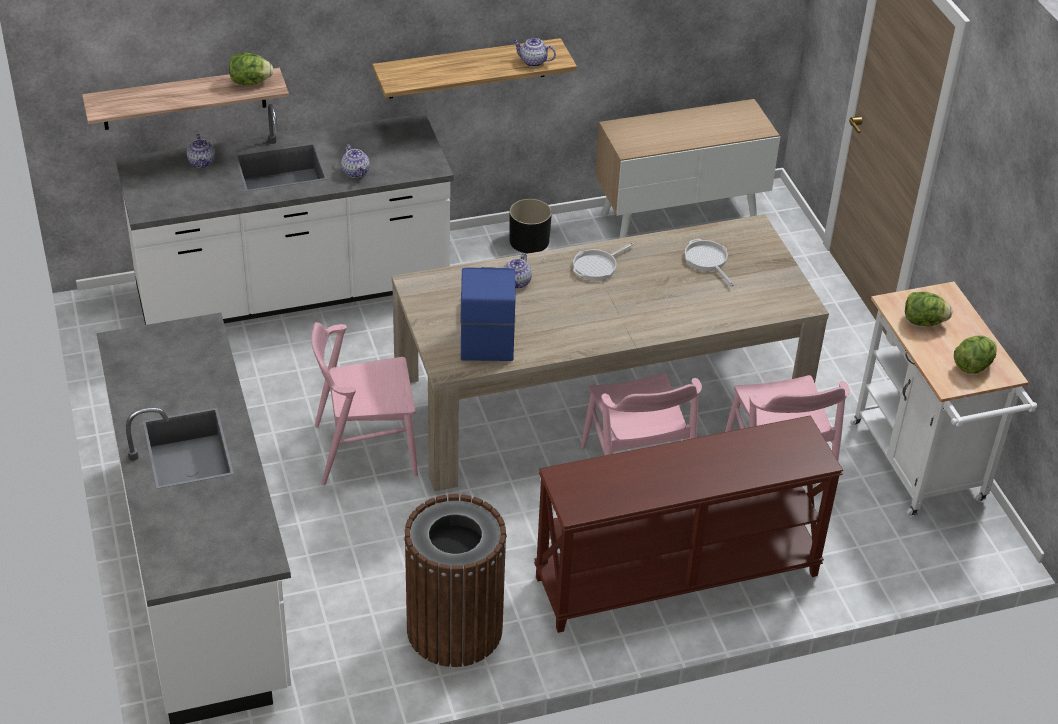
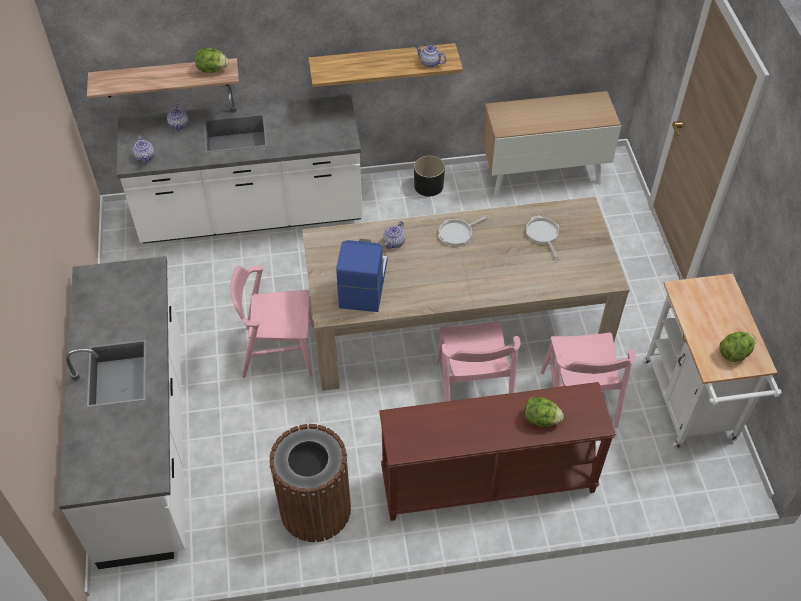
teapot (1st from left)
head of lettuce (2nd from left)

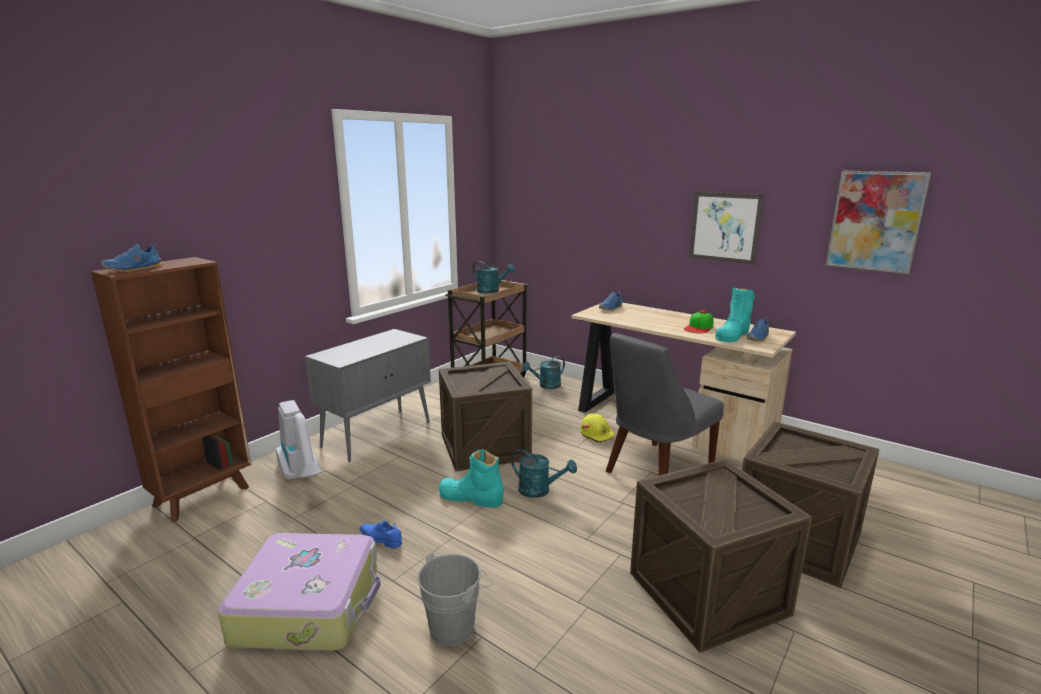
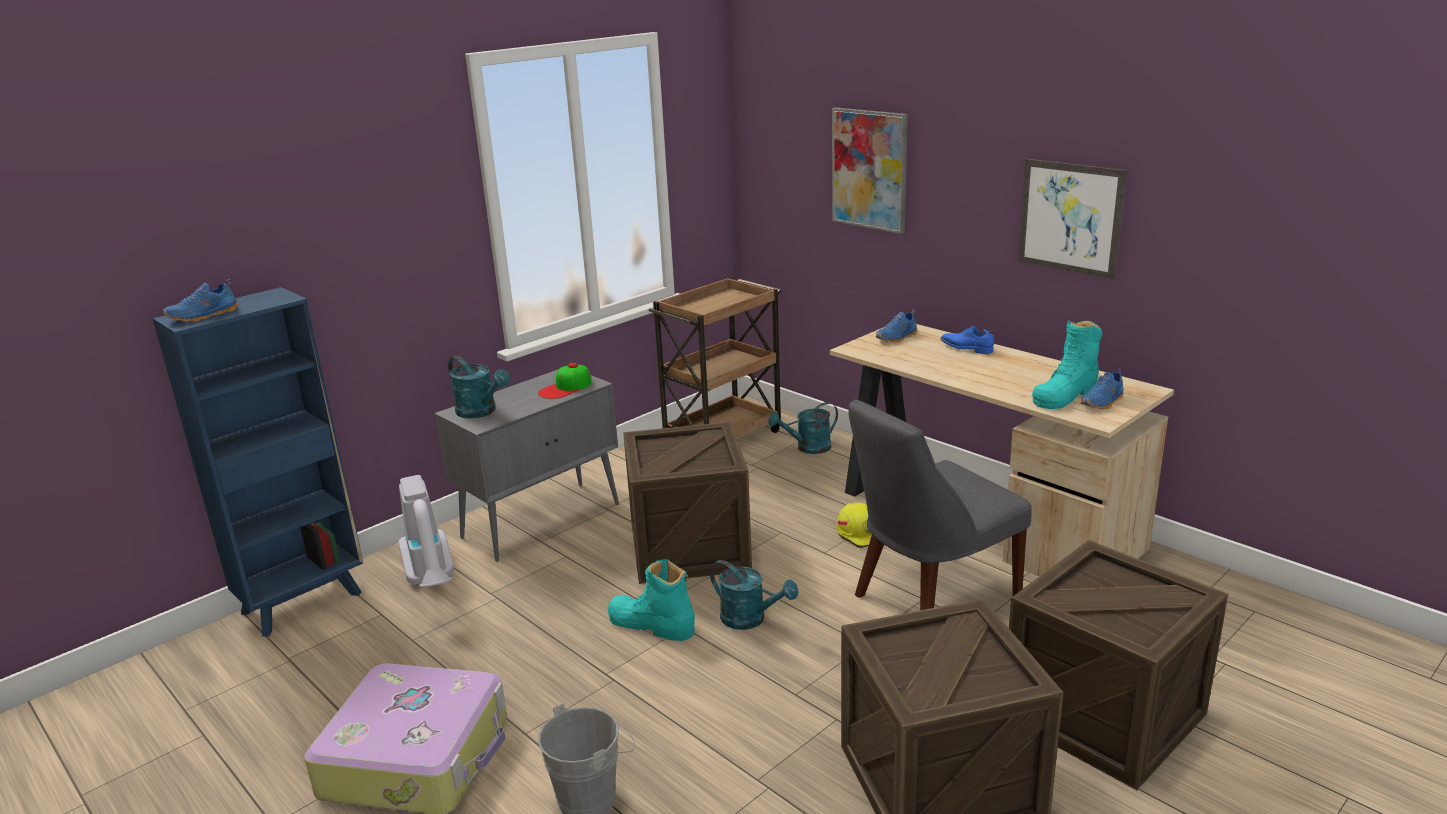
bluish shoe (3rd from left)
blue-green watering pot (1st from left)
baseball cap
wall art (1st from left)
bluish bookshelf

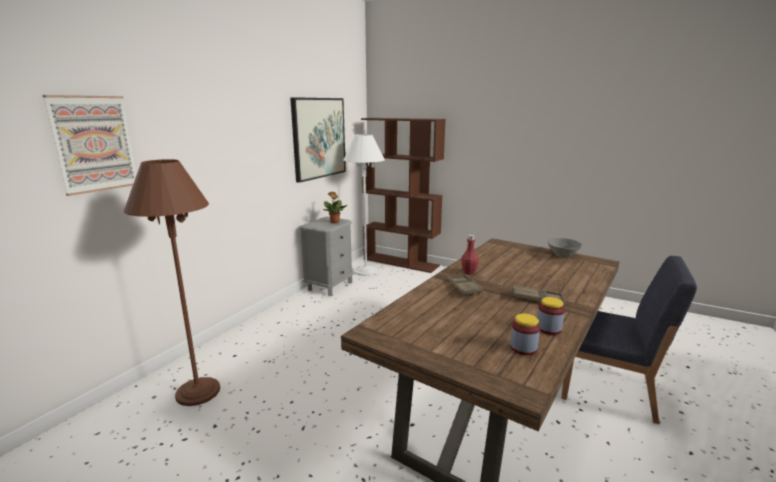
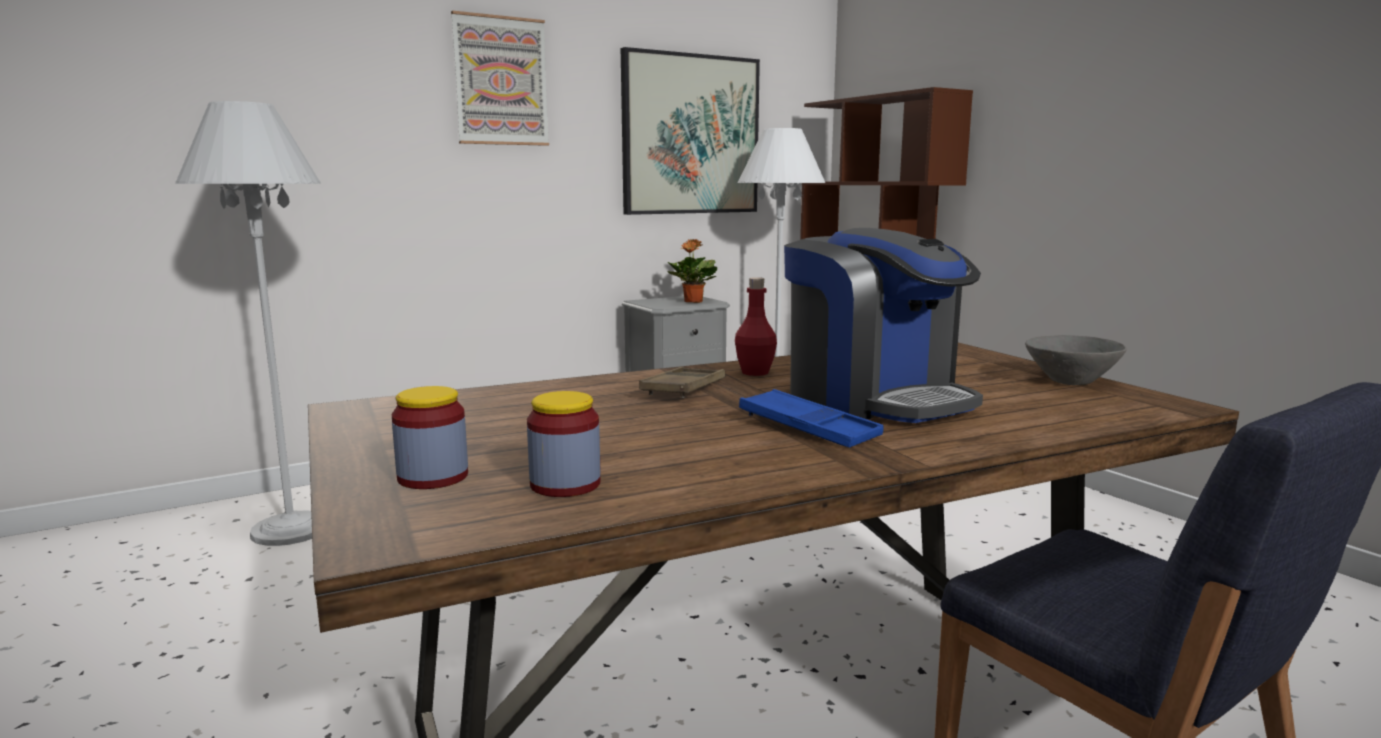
coffee machine
wall art (1st from left)
jar (1st from left)
white-coloured standing lamp (1st from left)
bluish tray

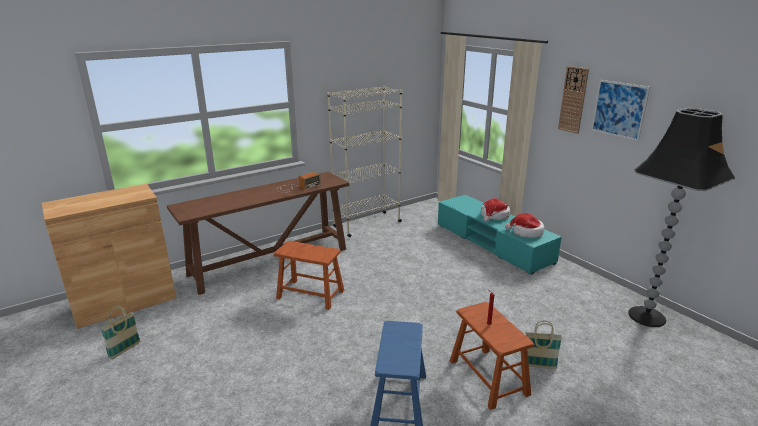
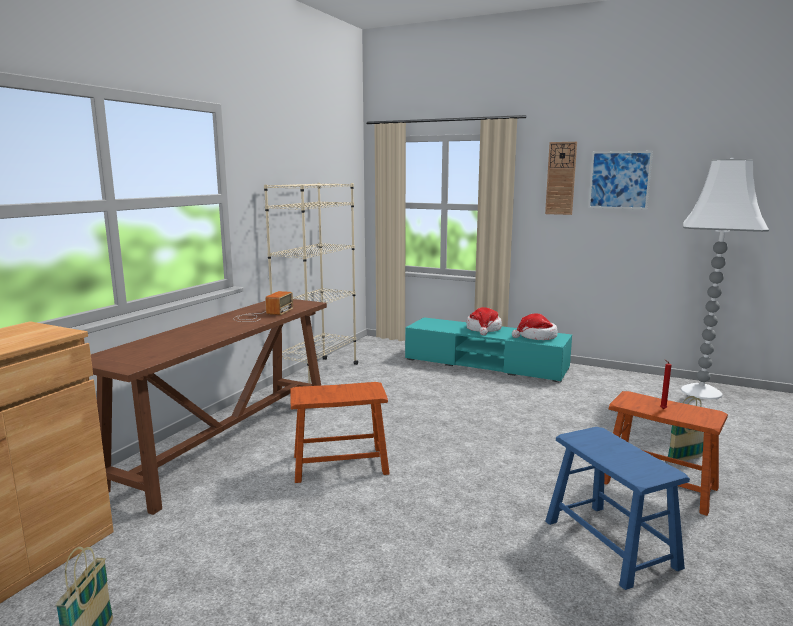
white-coloured standing lamp

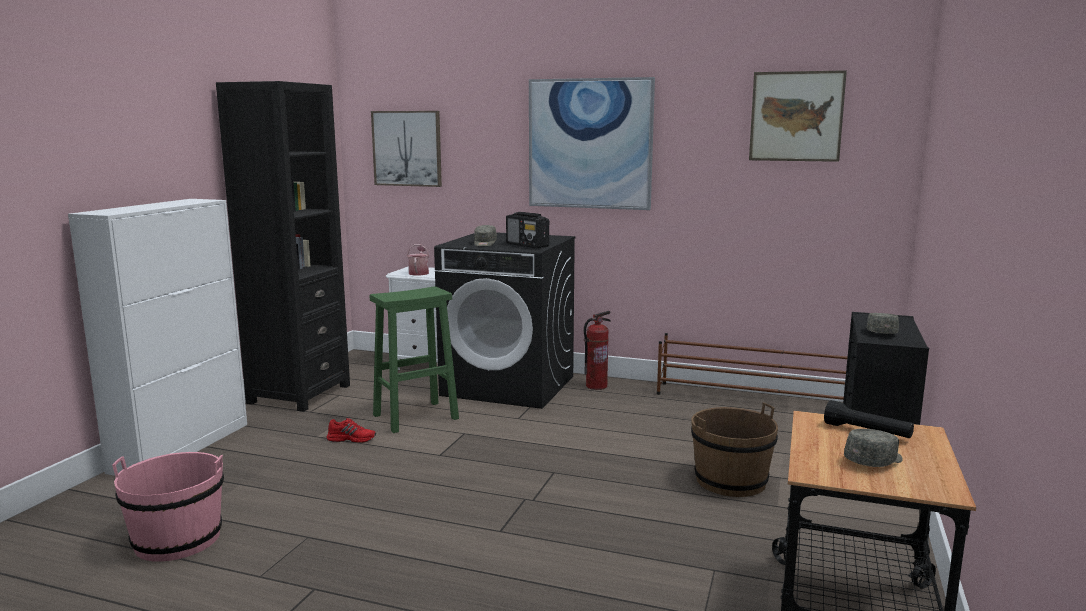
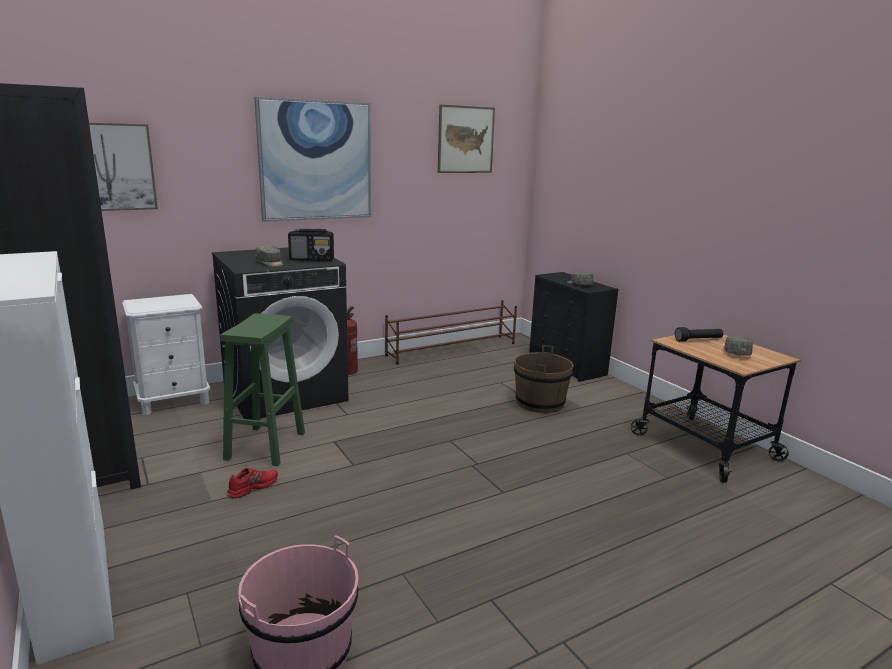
watering pot

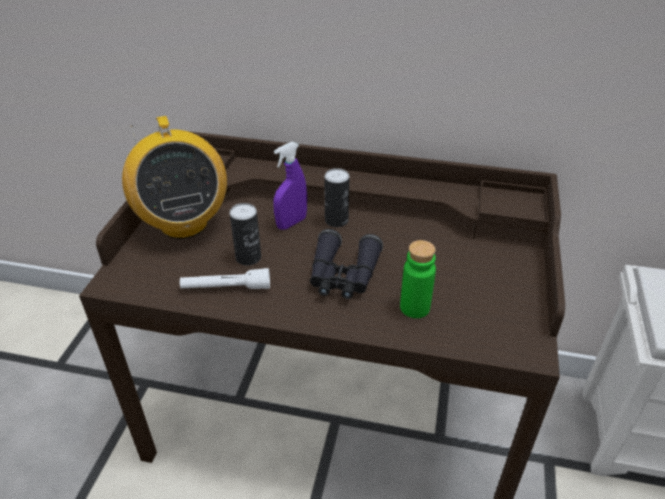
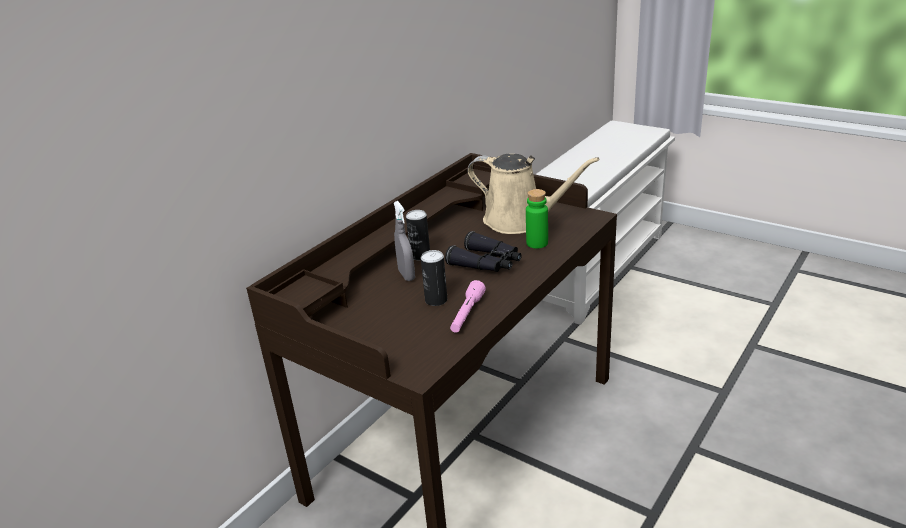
radio set
beige watering pot
pink-coloured hand torch
gray spray bottle

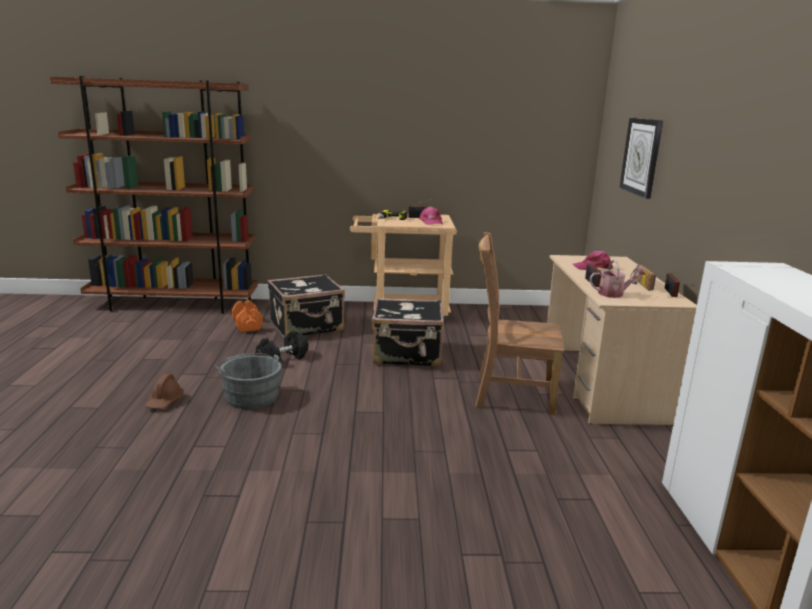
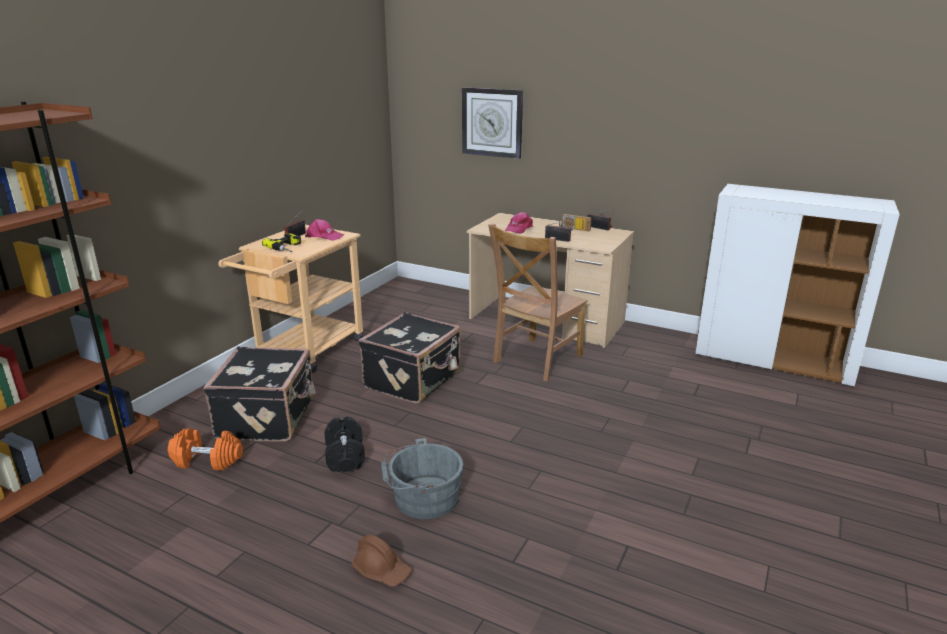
watering pot

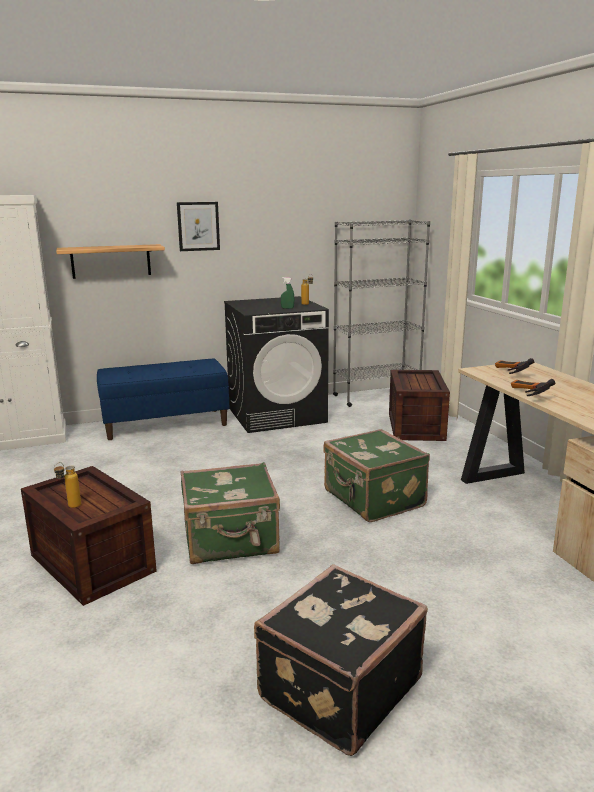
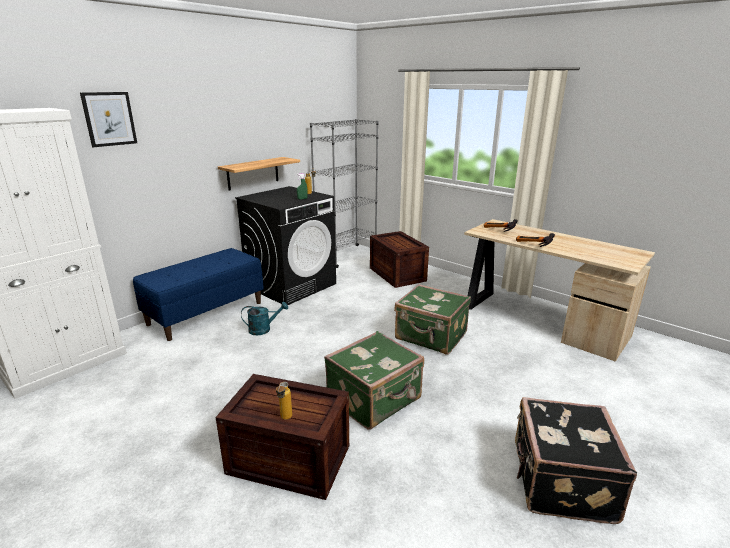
blue-green watering pot
shelf
wall art

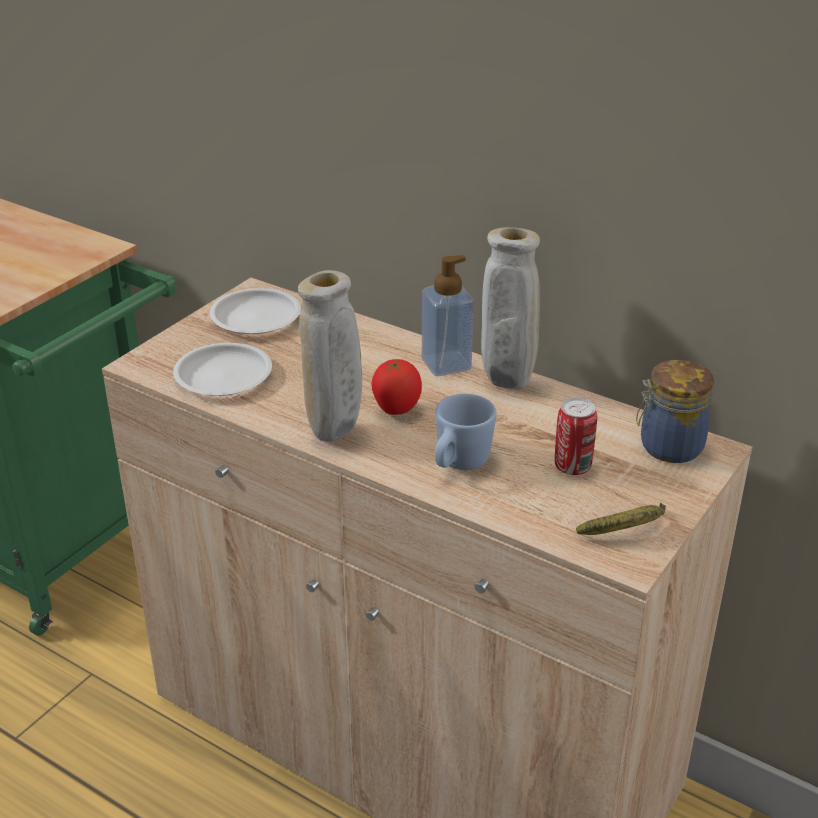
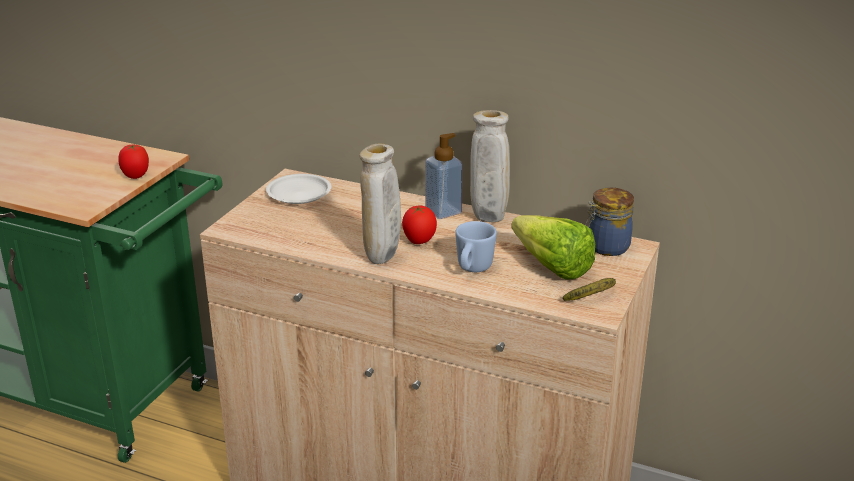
white-coloured plate (1st from left in the first image)
fresh tomato (1st from left)
head of lettuce

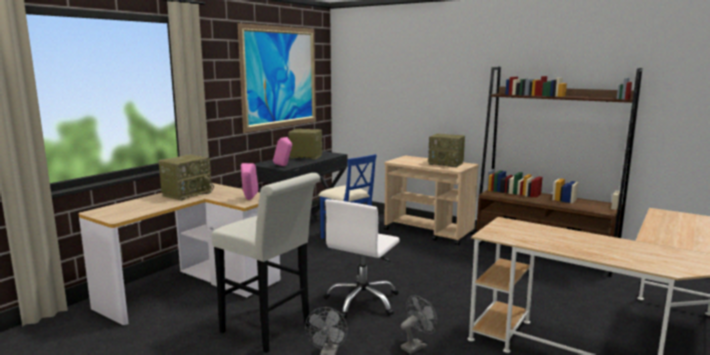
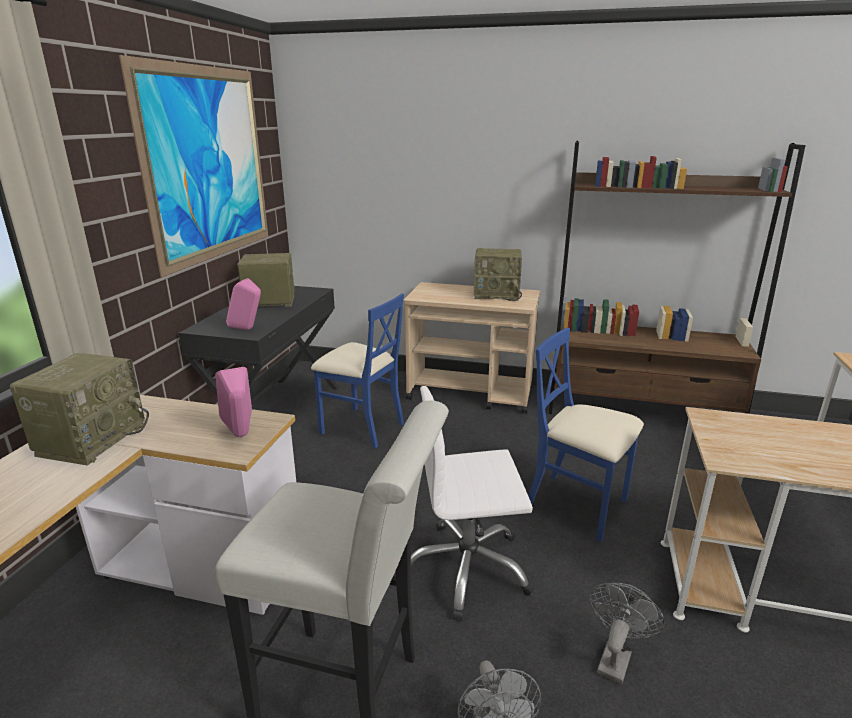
bluish plain chair (2nd from left)
white-coloured desk chair

